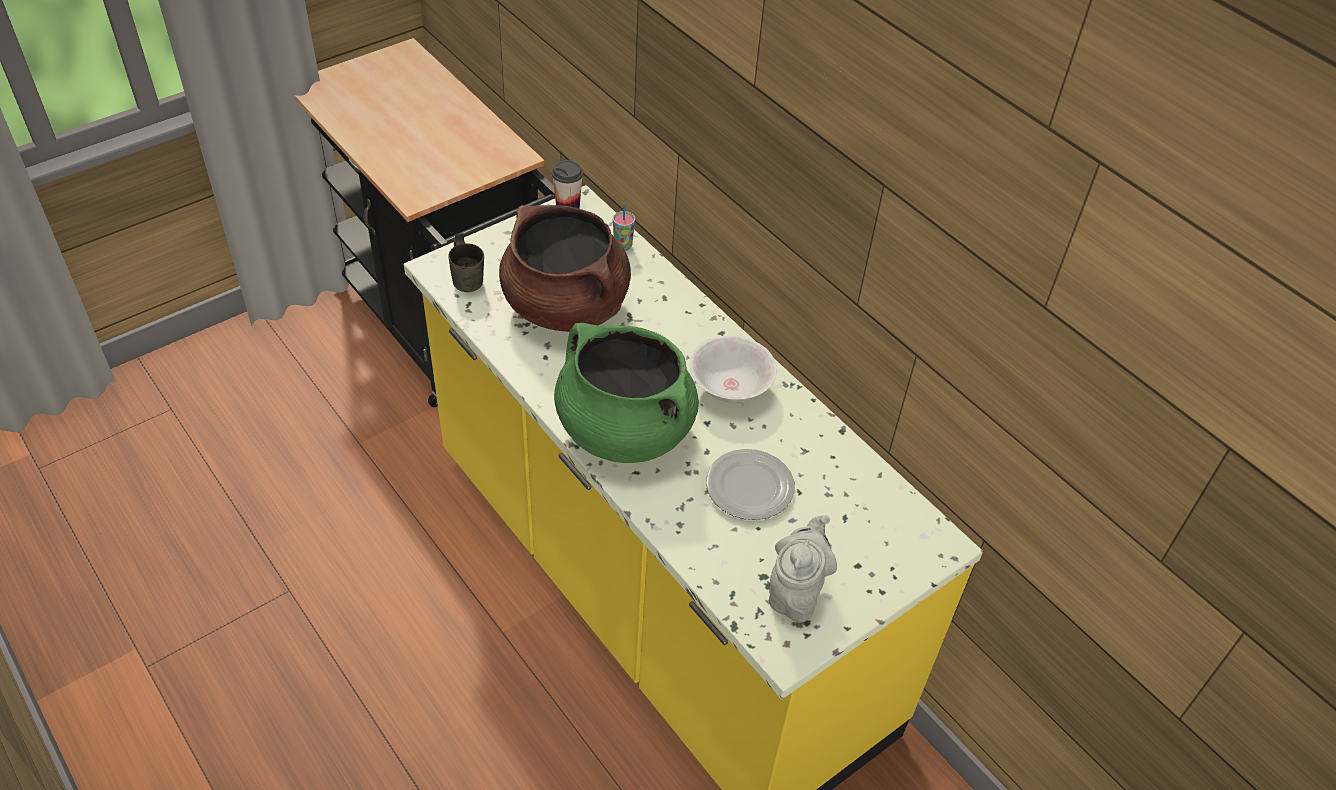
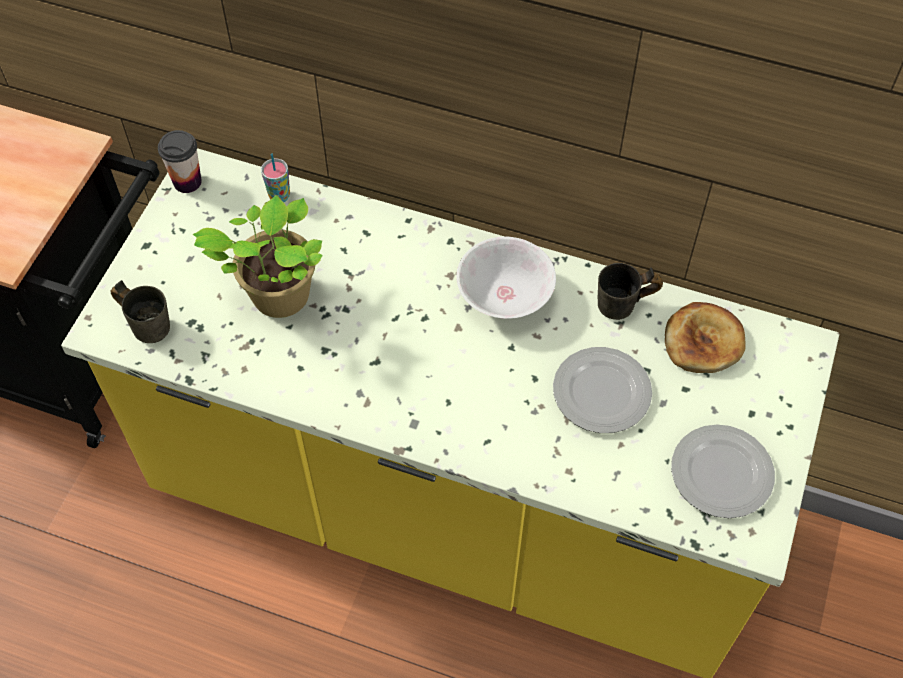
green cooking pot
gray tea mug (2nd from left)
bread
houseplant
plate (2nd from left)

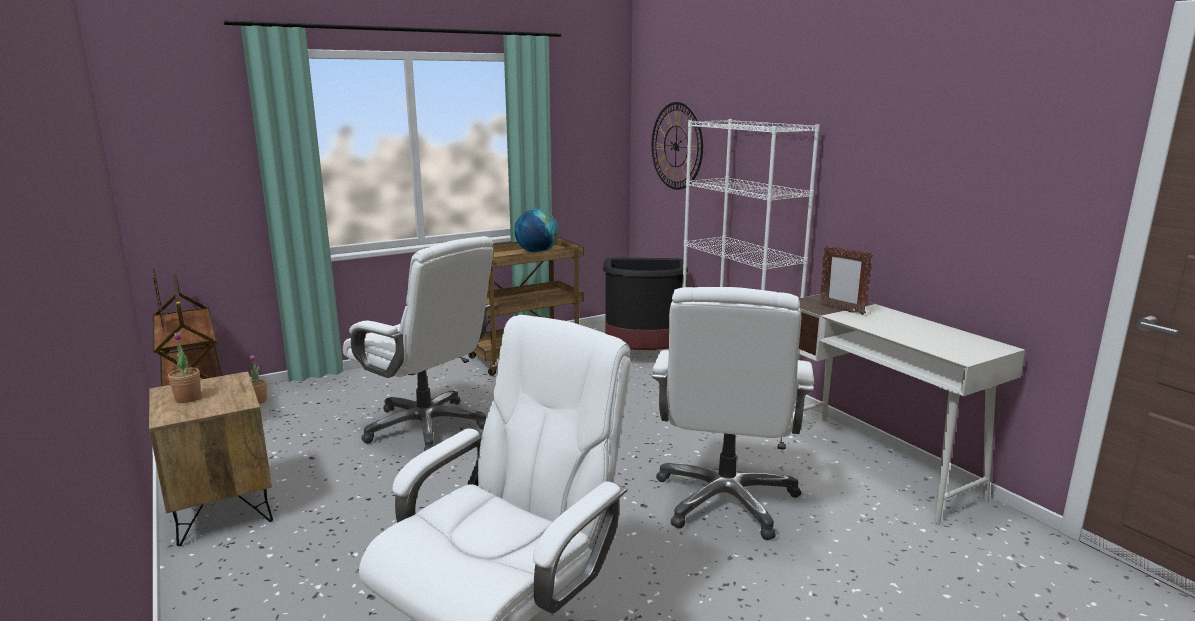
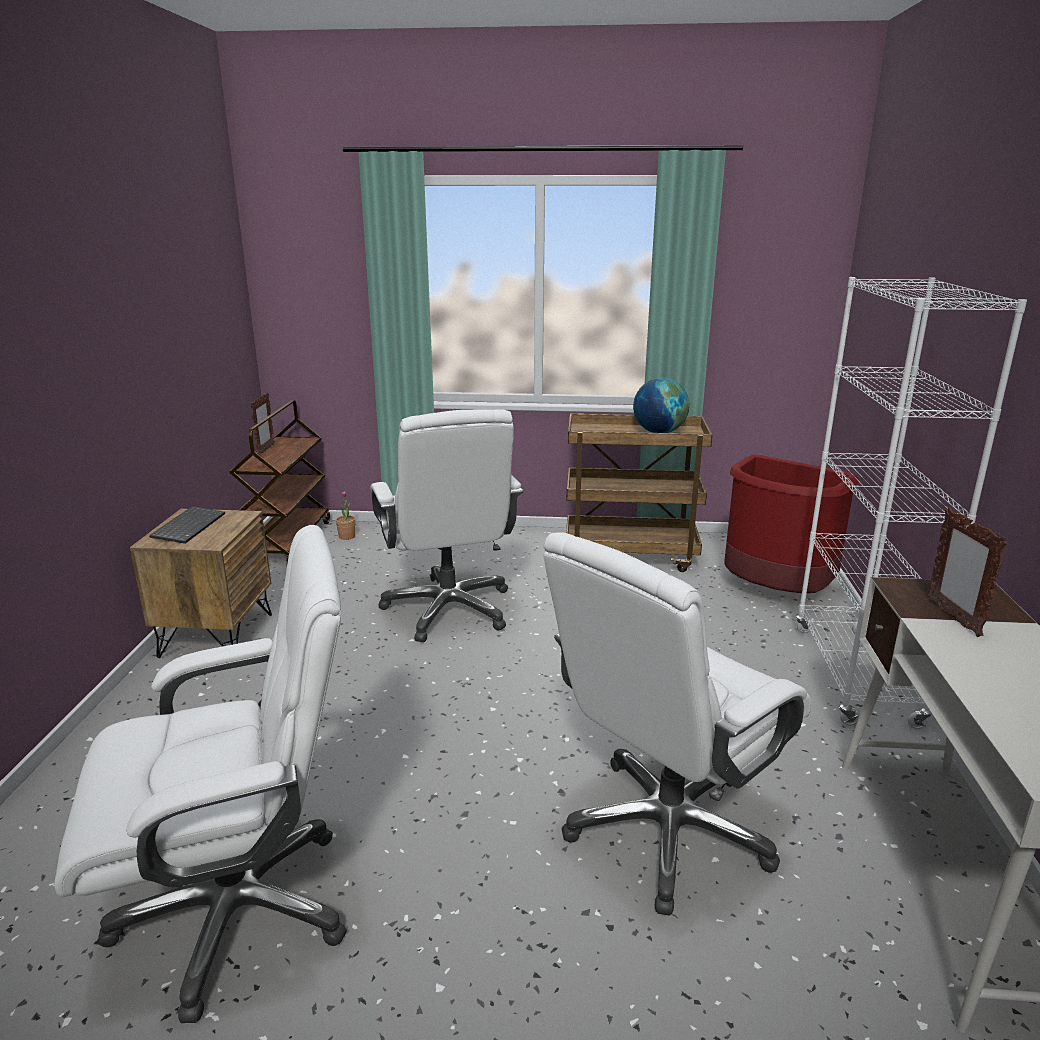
hanging clock
keyboard
reddish rubbish bin

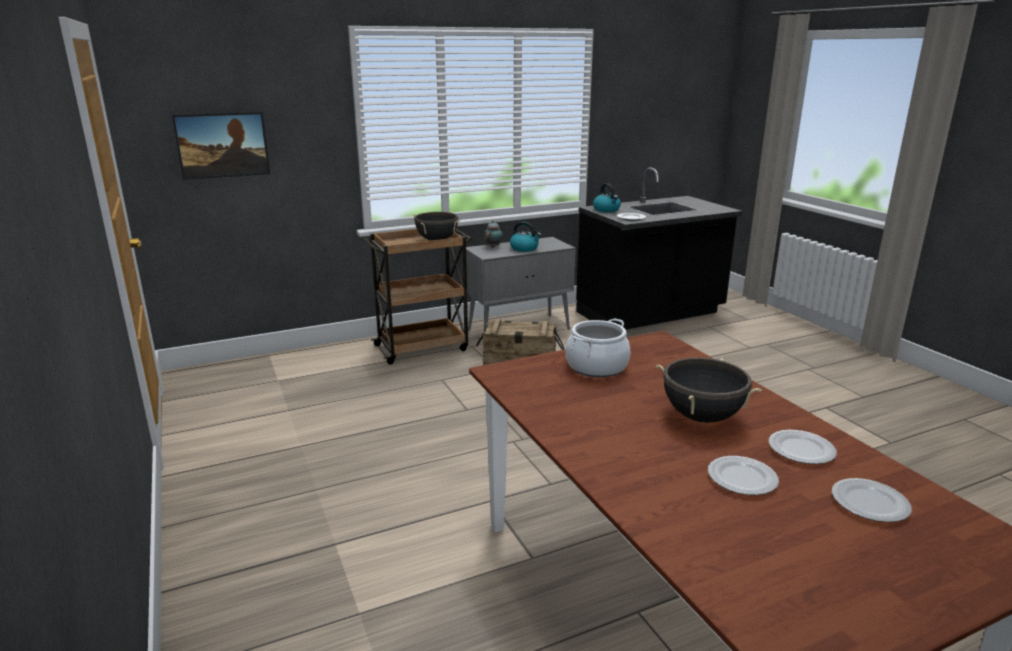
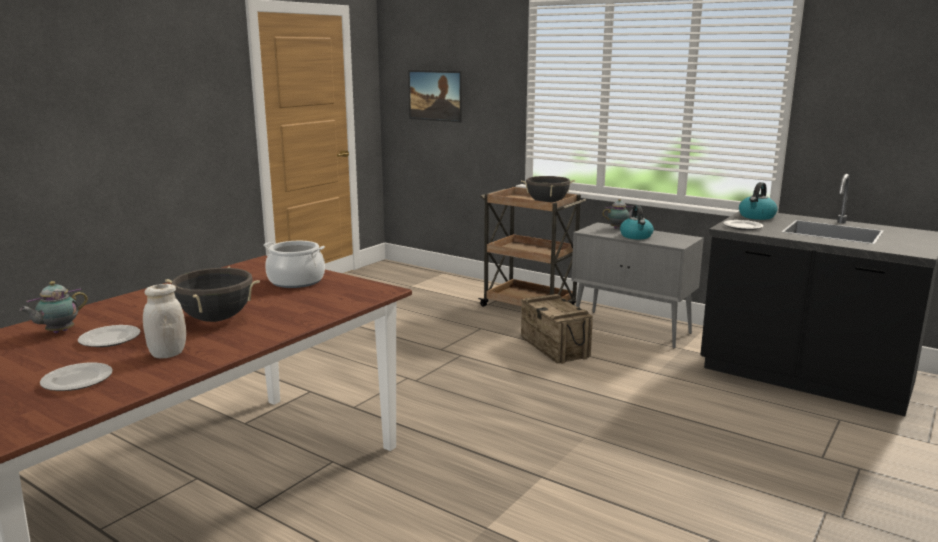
teapot (1st from left)
white-coloured jar

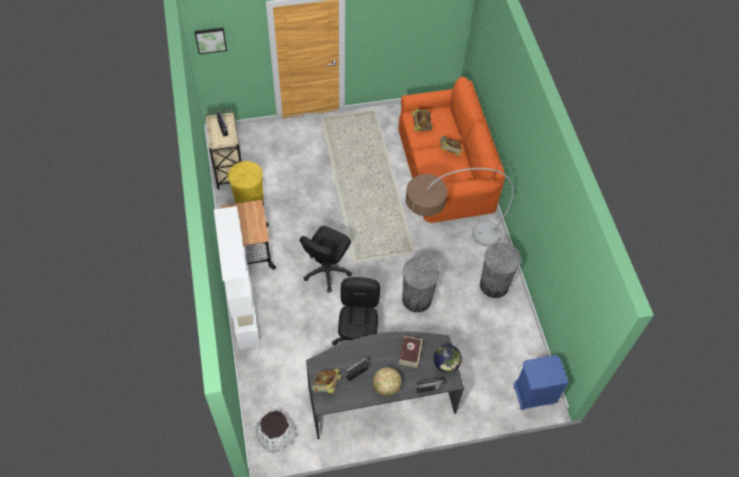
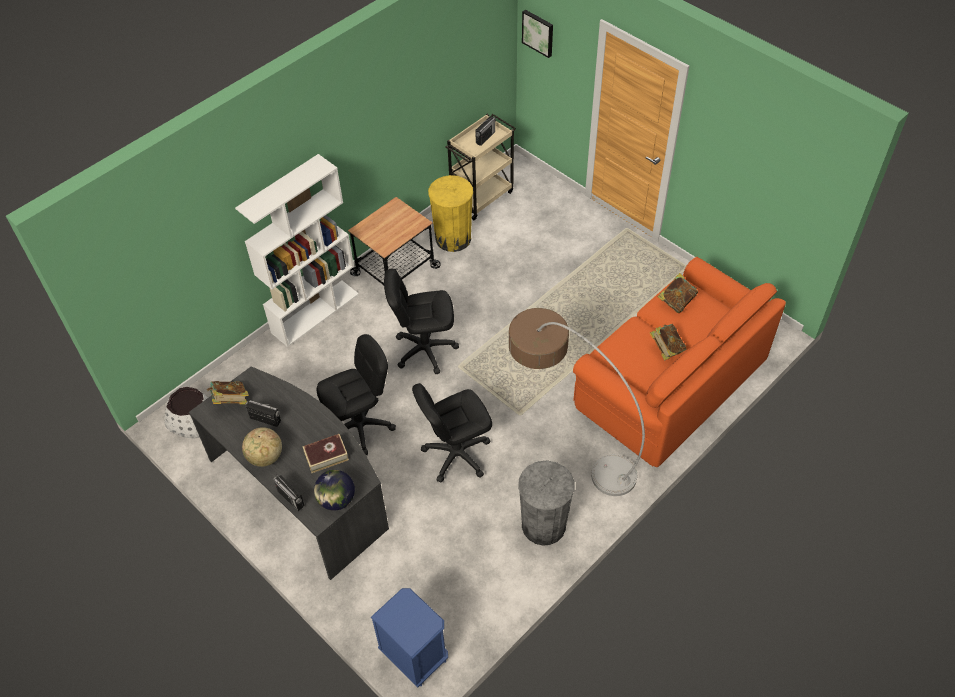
black desk chair (3rd from left)

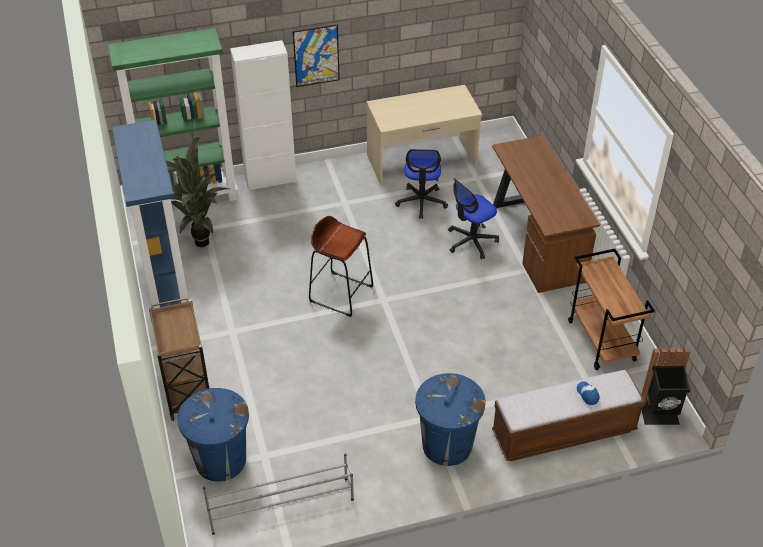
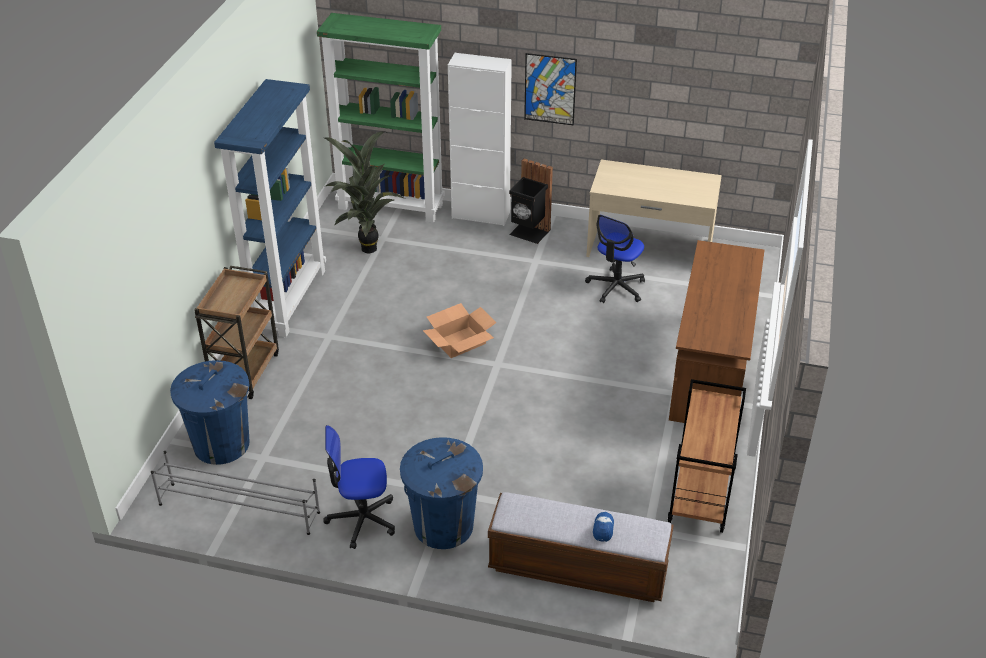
desk chair (1st from left)
black rubbish bin
carton

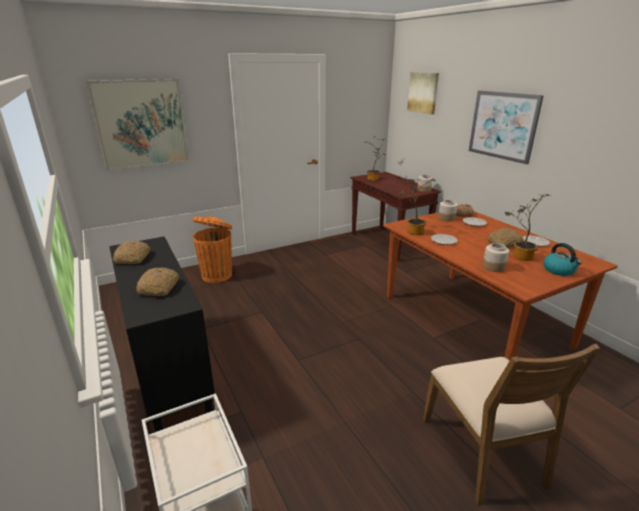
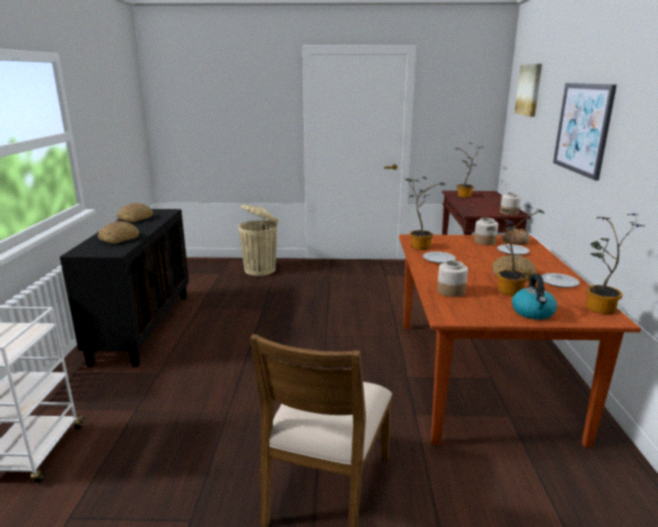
wall art (1st from left in the first image)
houseplant (4th from left)
beige rubbish bin

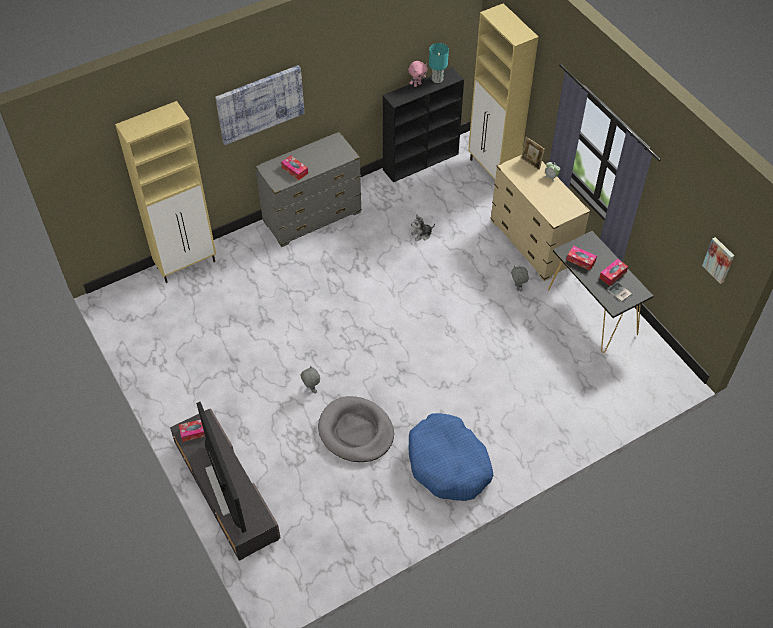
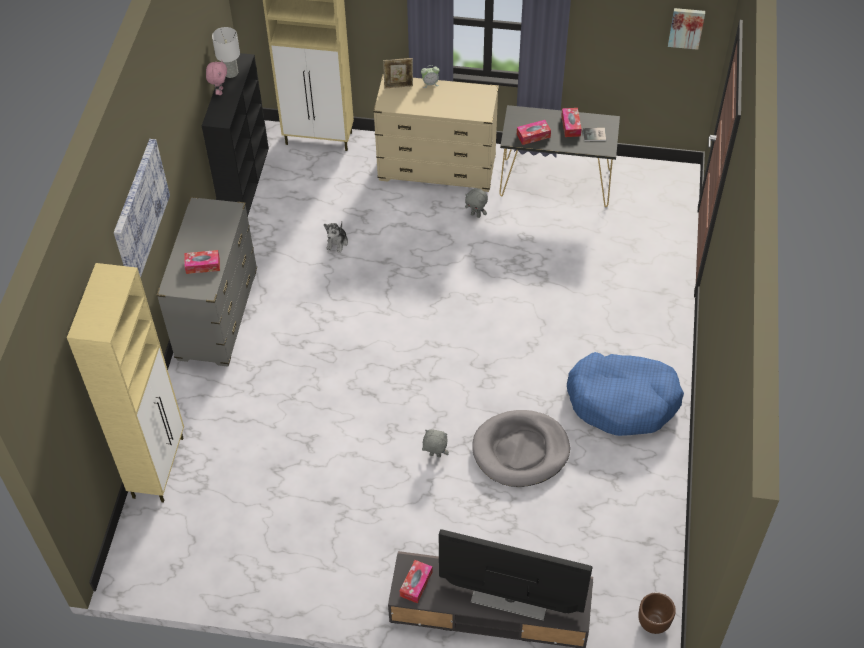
brown-coloured flower pot
white-coloured table lamp

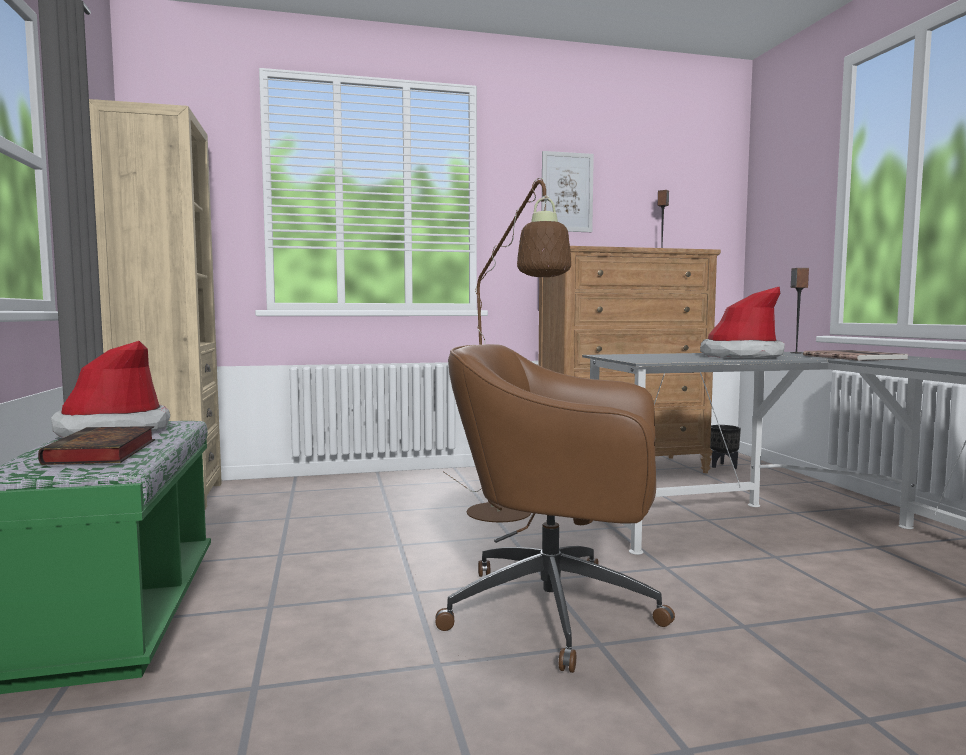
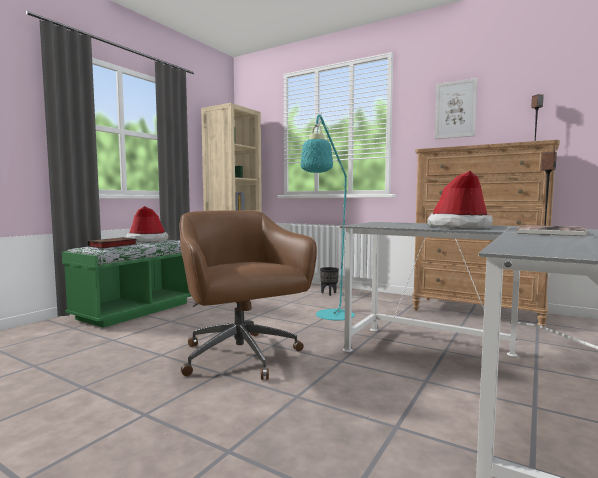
black flower pot
blue-green standing lamp

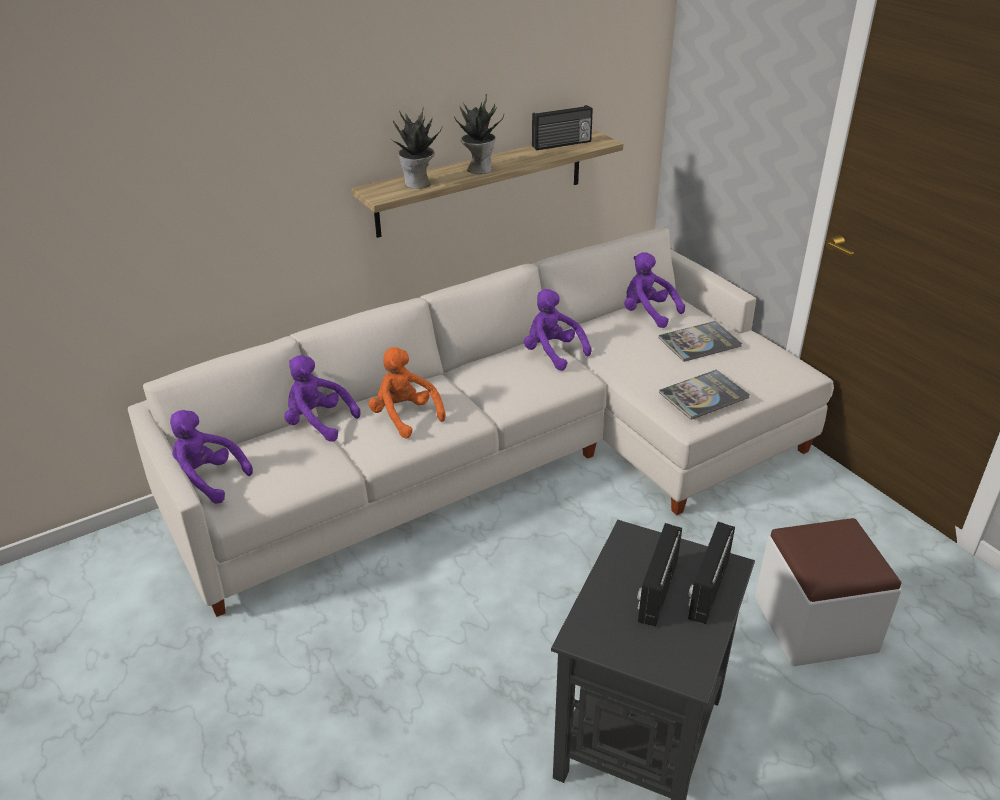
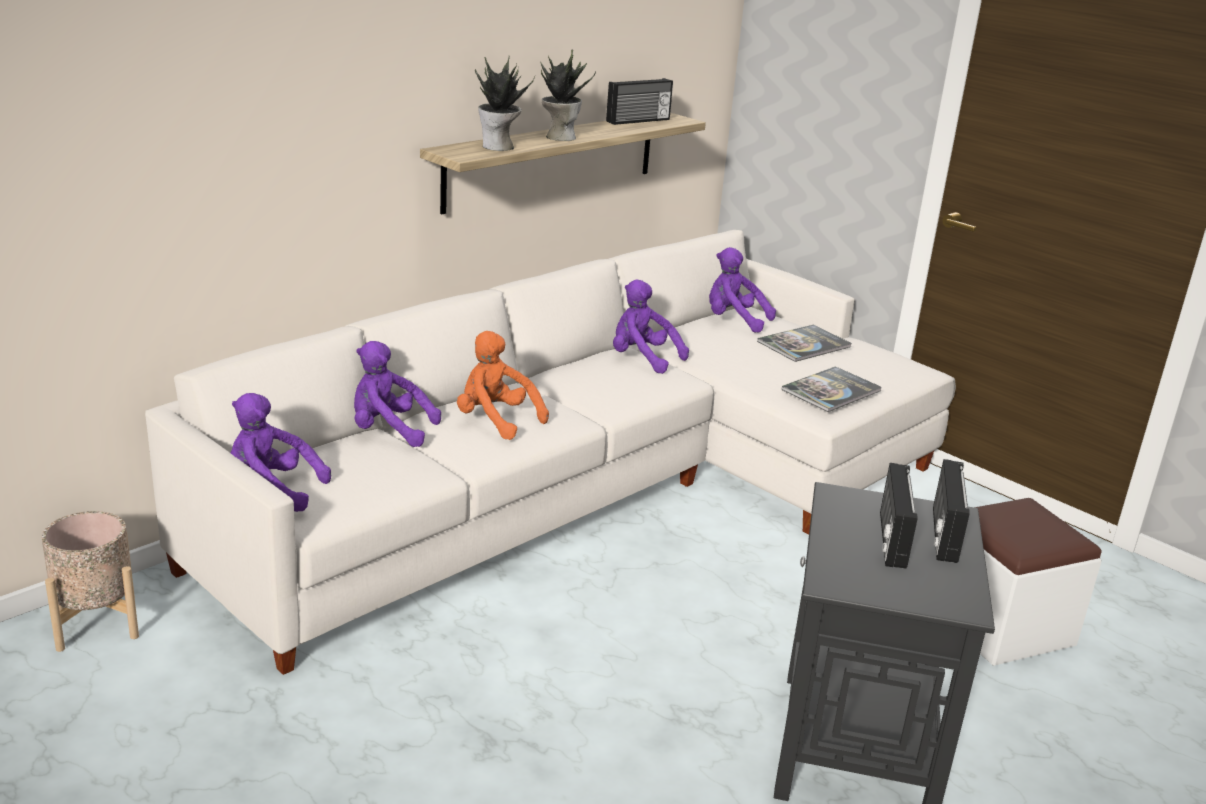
beige flower pot

